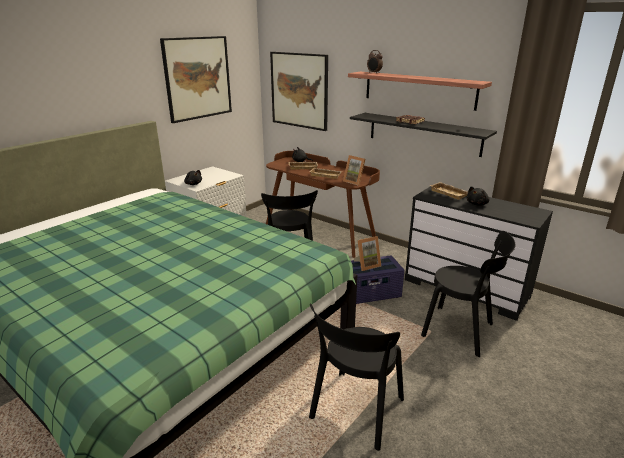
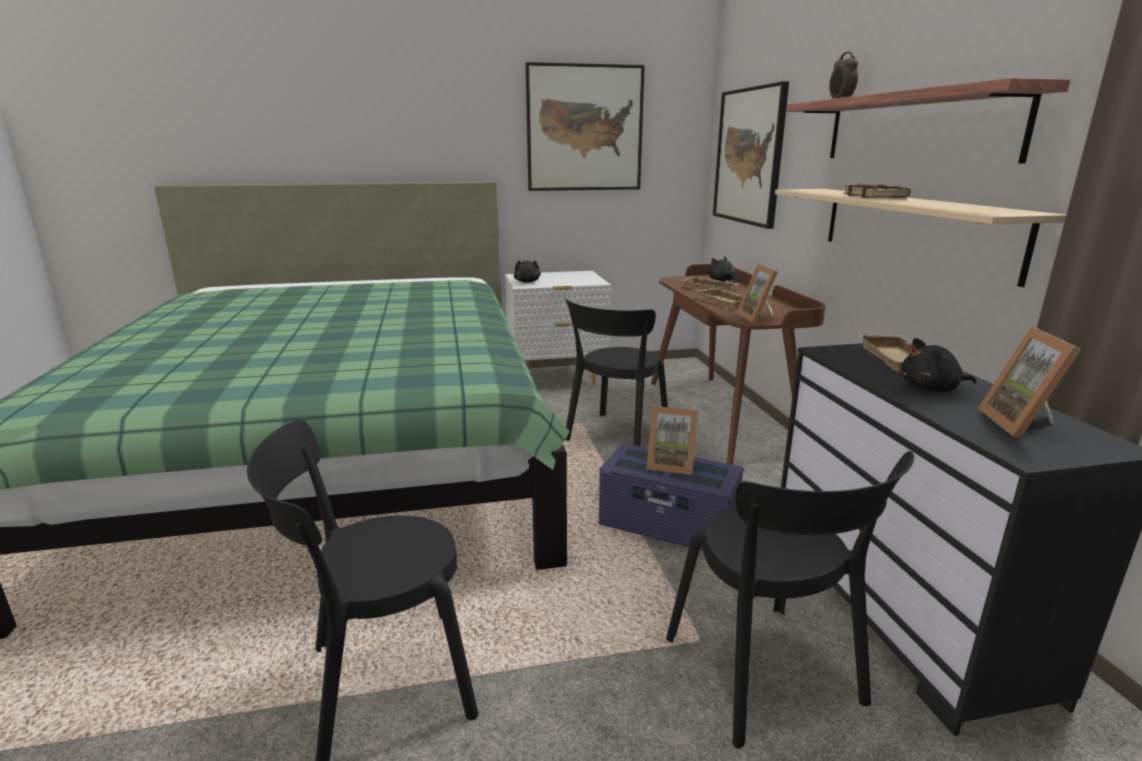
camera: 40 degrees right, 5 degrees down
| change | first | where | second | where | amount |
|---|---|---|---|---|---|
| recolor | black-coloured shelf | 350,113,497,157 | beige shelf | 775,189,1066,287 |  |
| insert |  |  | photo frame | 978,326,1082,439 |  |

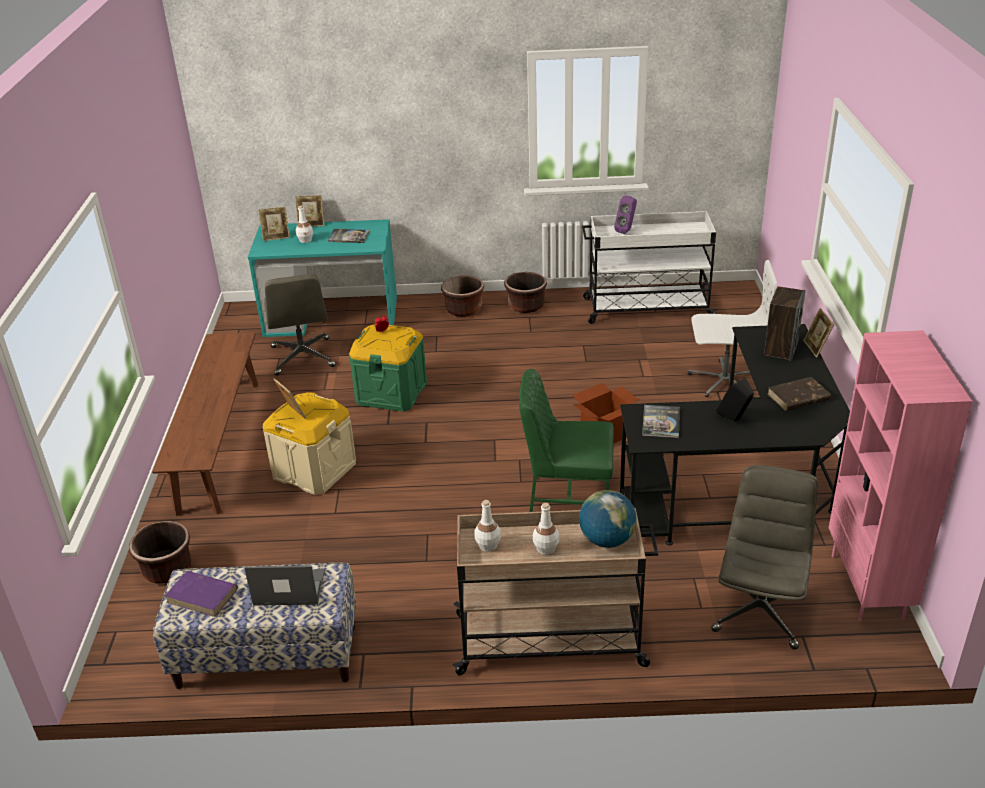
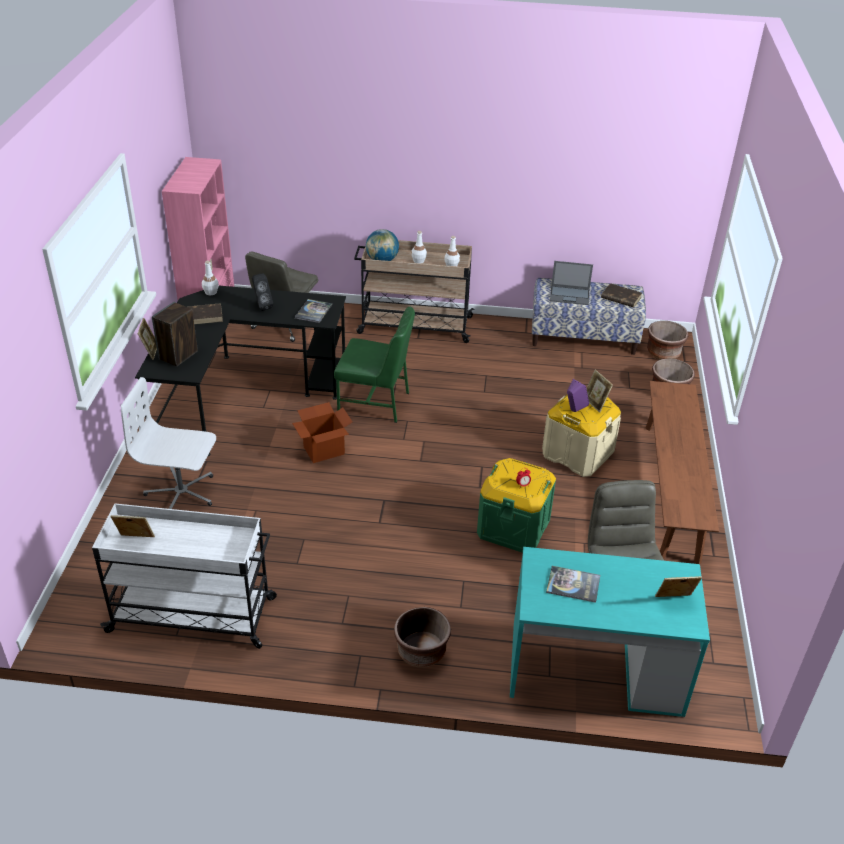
camera: 175 degrees left, 5 degrees up
| change | first | where | second | where | amount |
|---|---|---|---|---|---|
| recolor | purple-coloured book | 165,571,238,617 | brownish book | 601,283,642,308 |  |
| move | photo frame | 295,195,324,227 |  | 110,515,155,537 |  |
| move | white-coloured bottle | 296,206,313,243 |  | 202,261,219,295 |  |
| move | brownish plant pot | 504,272,547,313 |  | 647,321,688,360 |  |
| move | purple-coloured speaker | 614,195,637,234 |  | 567,379,589,412 |  |

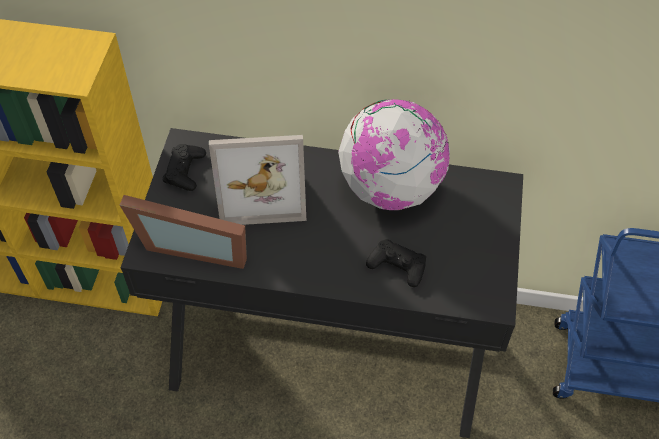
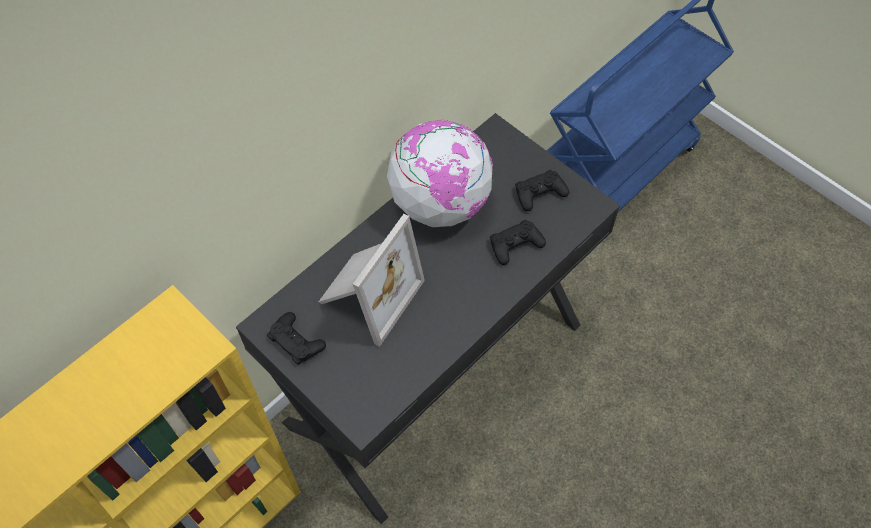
camera: 55 degrees left, 5 degrees up
| change | first | where | second | where | amount |
|---|---|---|---|---|---|
| delete | photo frame | 120,195,247,269 |  |  |  |
| insert |  |  | black-coloured joypad | 515,170,569,211 |  |

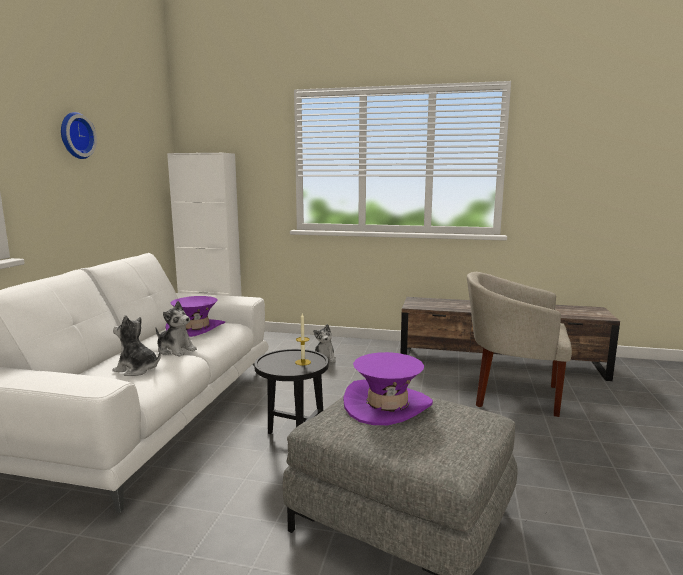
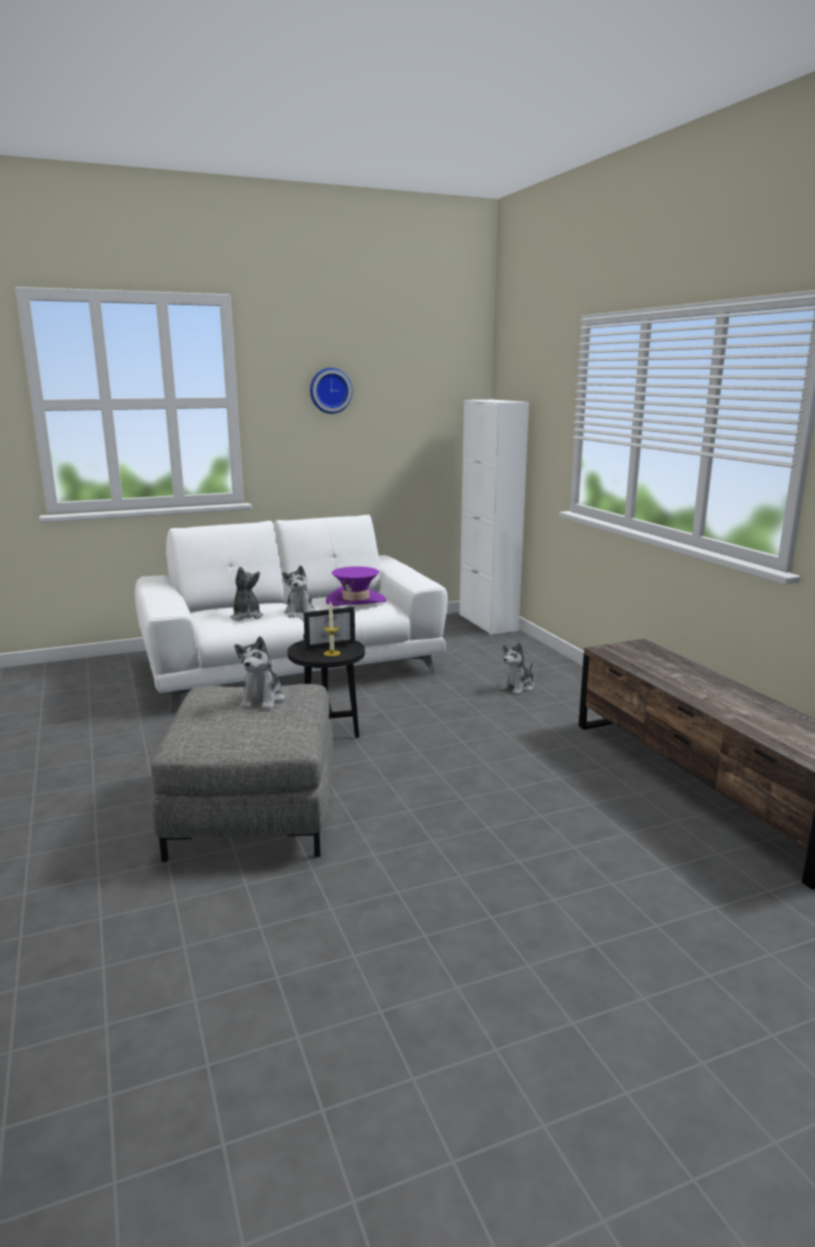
camera: 55 degrees right, 5 degrees up
| change | first | where | second | where | amount |
|---|---|---|---|---|---|
| replace | purple-coloured clothing hat | 343,352,433,425 | cuddly toy | 235,636,285,710 |  |
| delete | beige easy chair | 467,272,572,417 |  |  |  |
| insert |  |  | photo frame | 303,606,355,650 |  |

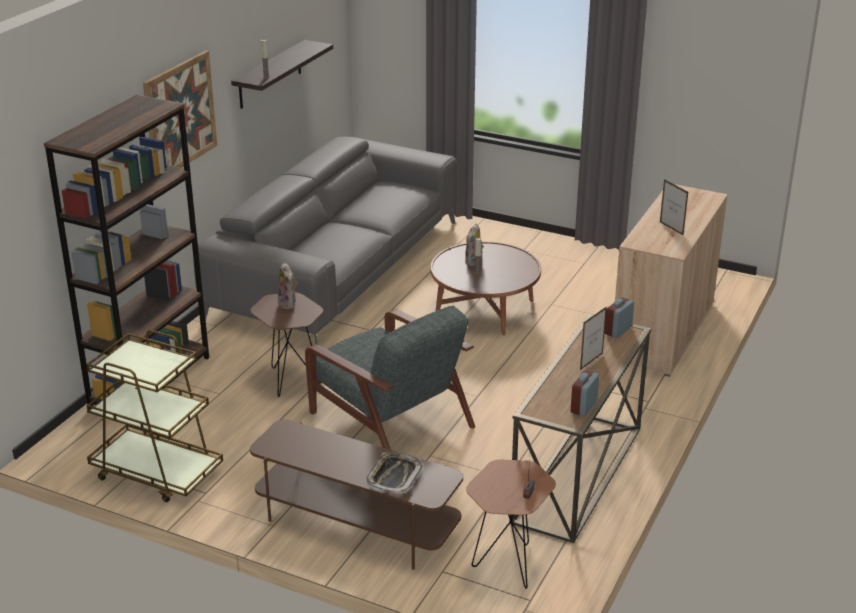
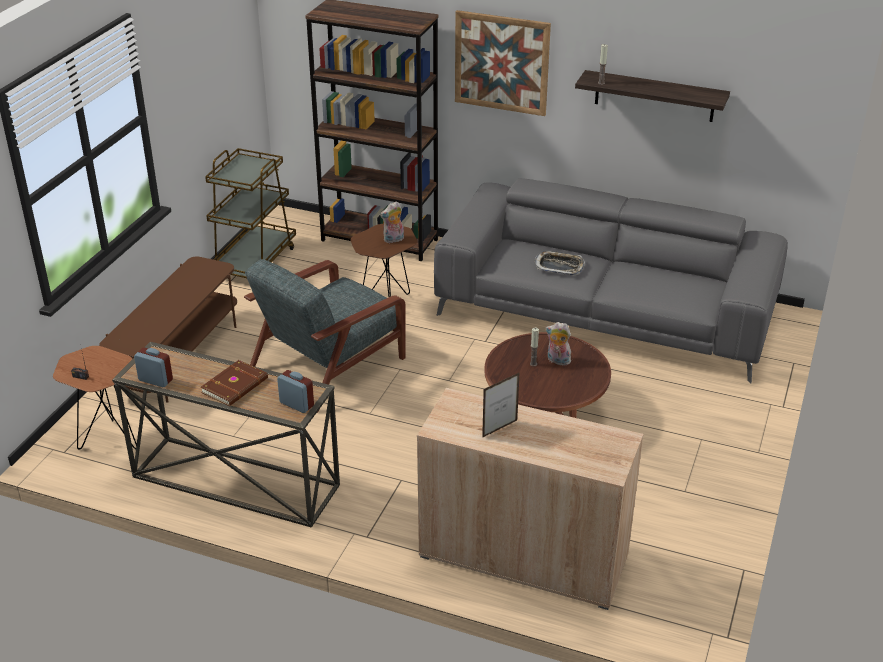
camera: 85 degrees right, 5 degrees up
| change | first | where | second | where | amount |
|---|---|---|---|---|---|
| move | tray | 366,452,422,493 |  | 534,251,585,275 |  |
| replace | photo frame | 580,306,607,370 | brownish book | 201,360,268,406 |  |

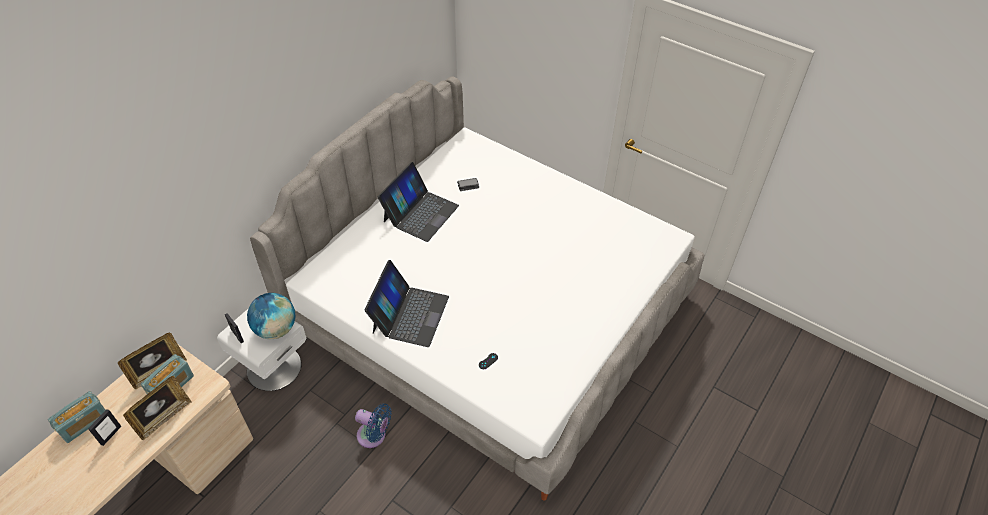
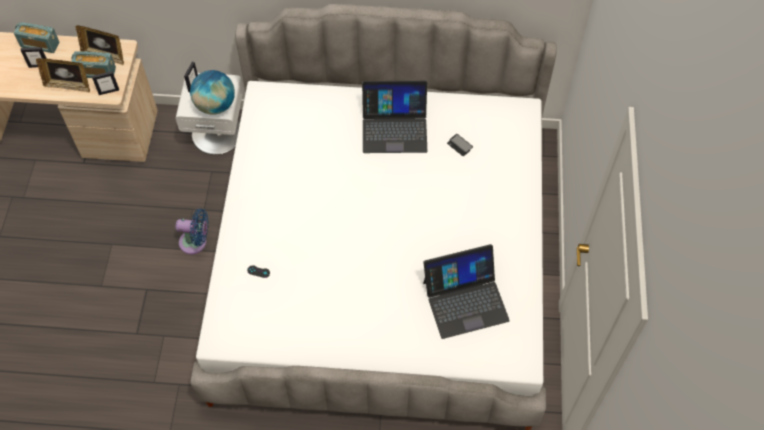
camera: 60 degrees right, 10 degrees up
| change | first | where | second | where | amount |
|---|---|---|---|---|---|
| rotate | blue-coloured electric fan | 355,403,391,448 |  | 176,208,209,254 | 75 degrees counterclockwise |
| move | portable computer | 365,260,449,347 |  | 423,244,510,339 |  |
| insert |  |  | photo frame | 92,71,119,95 |  |

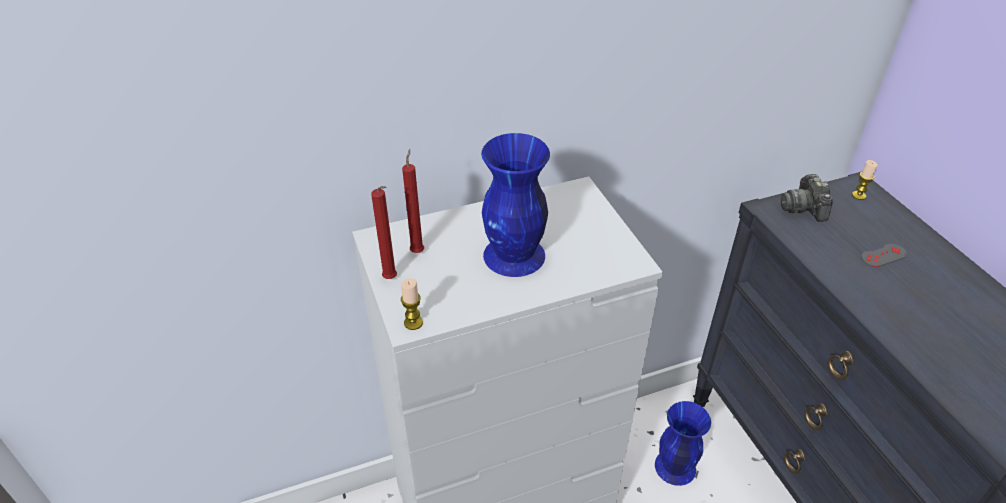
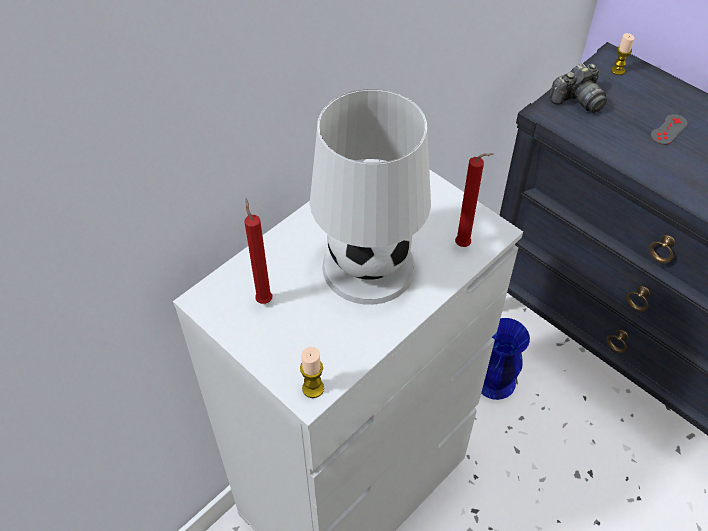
camera: 25 degrees left, 10 degrees up
| change | first | where | second | where | amount |
|---|---|---|---|---|---|
| move | red candle | 371,186,397,279 |  | 455,153,494,247 |  |
| replace | blue-coloured flower vase | 481,133,550,277 | white-coloured tabletop lamp | 310,89,431,305 |  |
| rotate | photo camera | 781,174,833,222 |  | 549,63,607,113 | 90 degrees counterclockwise |

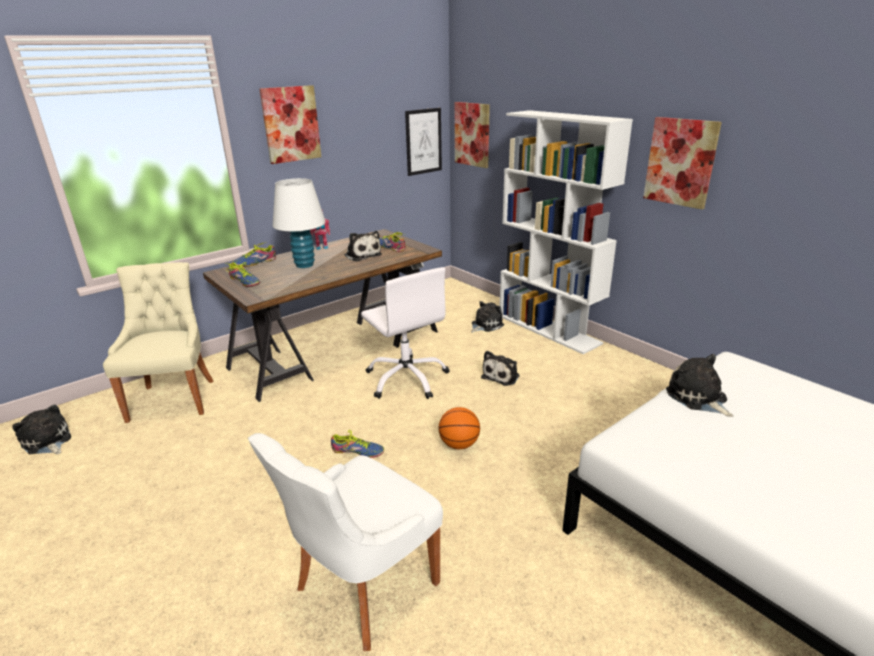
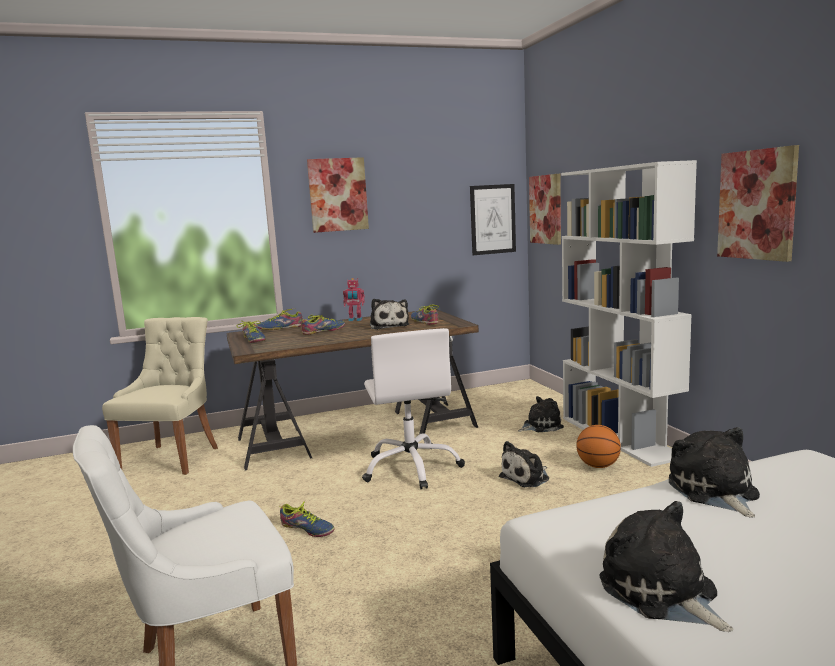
camera: 20 degrees right, 15 degrees down
| change | first | where | second | where | amount |
|---|---|---|---|---|---|
| move | cuddly toy | 12,404,71,454 |  | 599,501,734,632 |  |
| replace | white-coloured tabletop lamp | 273,178,326,268 | low shoe | 301,315,345,335 |  |
| move | basketball | 439,407,480,449 |  | 576,425,621,468 |  |

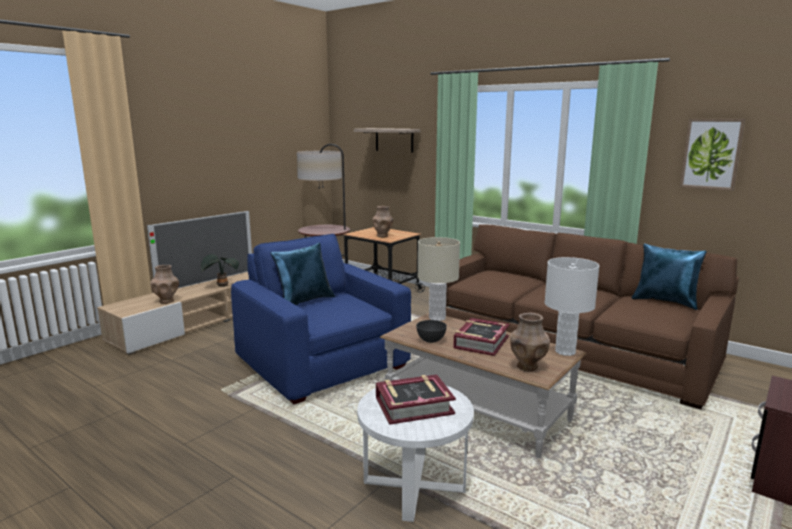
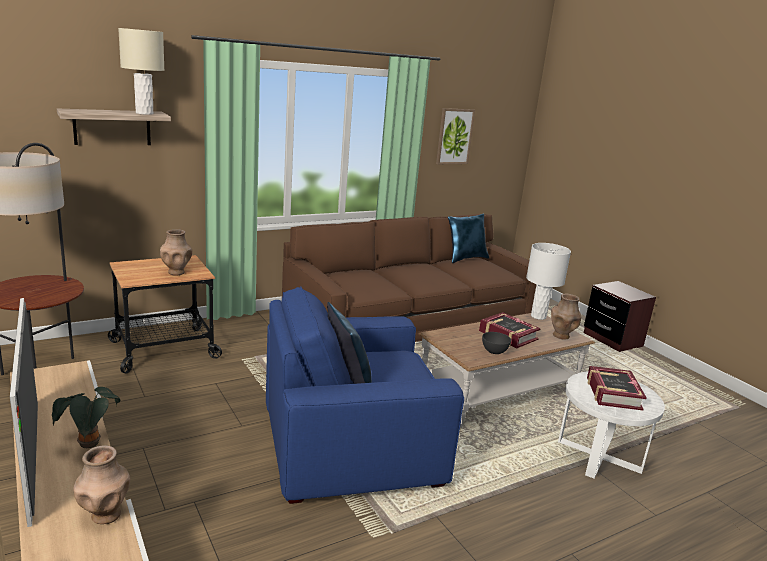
camera: 70 degrees left, 5 degrees up
| change | first | where | second | where | amount |
|---|---|---|---|---|---|
| move | beige tabletop lamp | 418,237,460,321 |  | 118,28,164,115 |  |

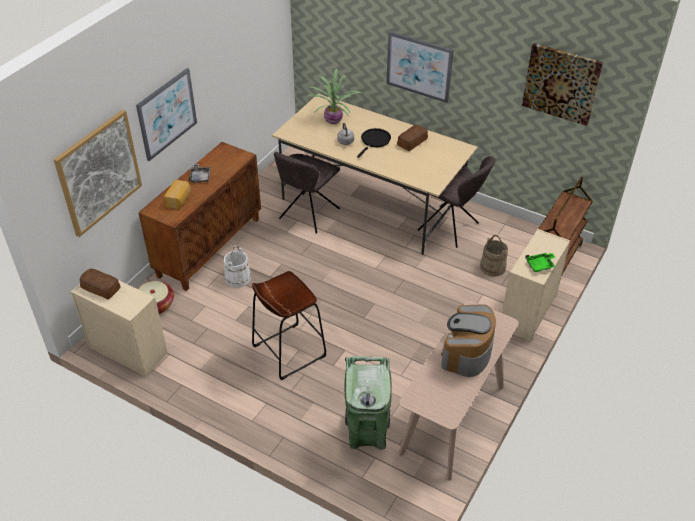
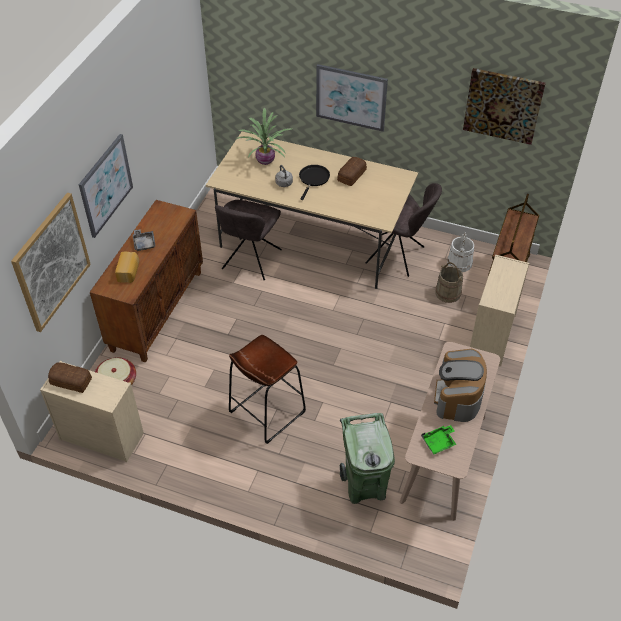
camera: 10 degrees left, 5 degrees up
| change | first | where | second | where | amount |
|---|---|---|---|---|---|
| move | white-coloured bucket | 224,245,251,288 |  | 447,232,474,272 |  |
| move | green tray | 525,253,555,272 |  | 421,425,457,455 |  |

